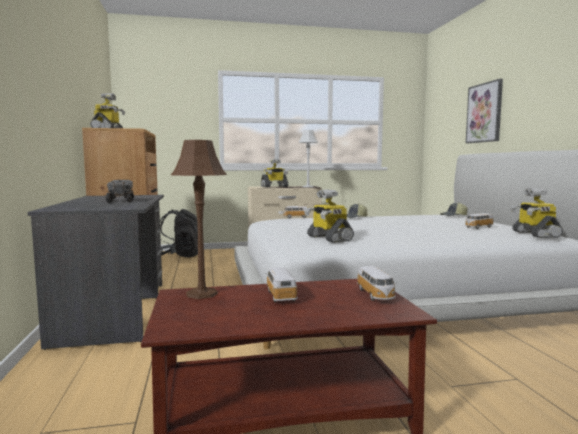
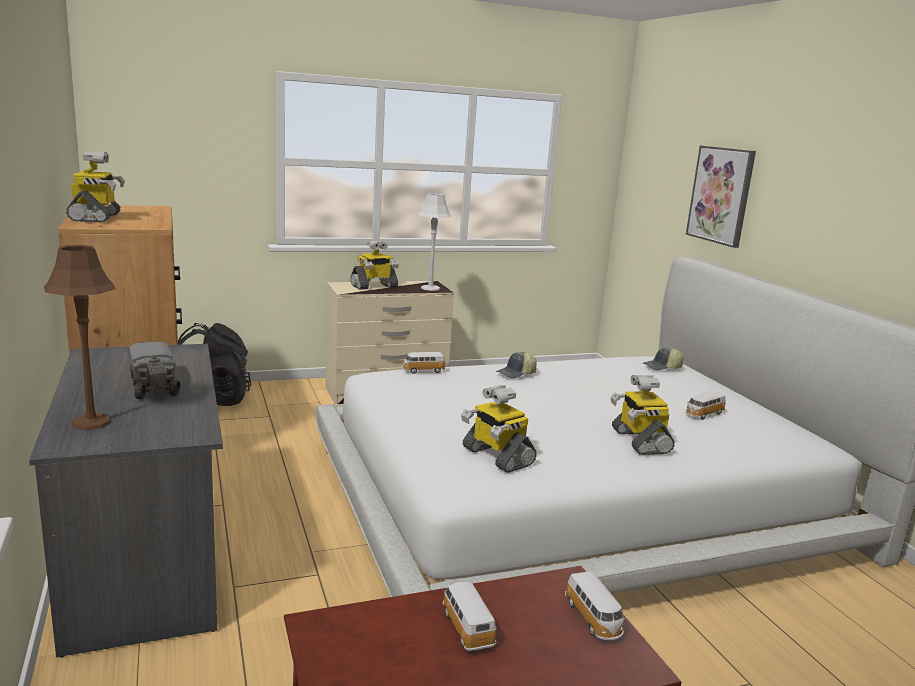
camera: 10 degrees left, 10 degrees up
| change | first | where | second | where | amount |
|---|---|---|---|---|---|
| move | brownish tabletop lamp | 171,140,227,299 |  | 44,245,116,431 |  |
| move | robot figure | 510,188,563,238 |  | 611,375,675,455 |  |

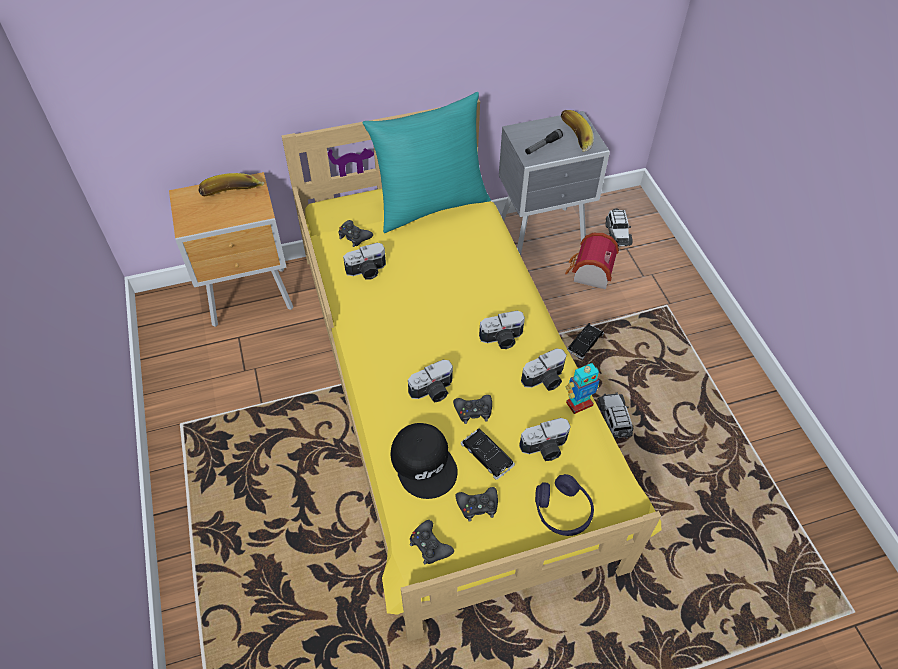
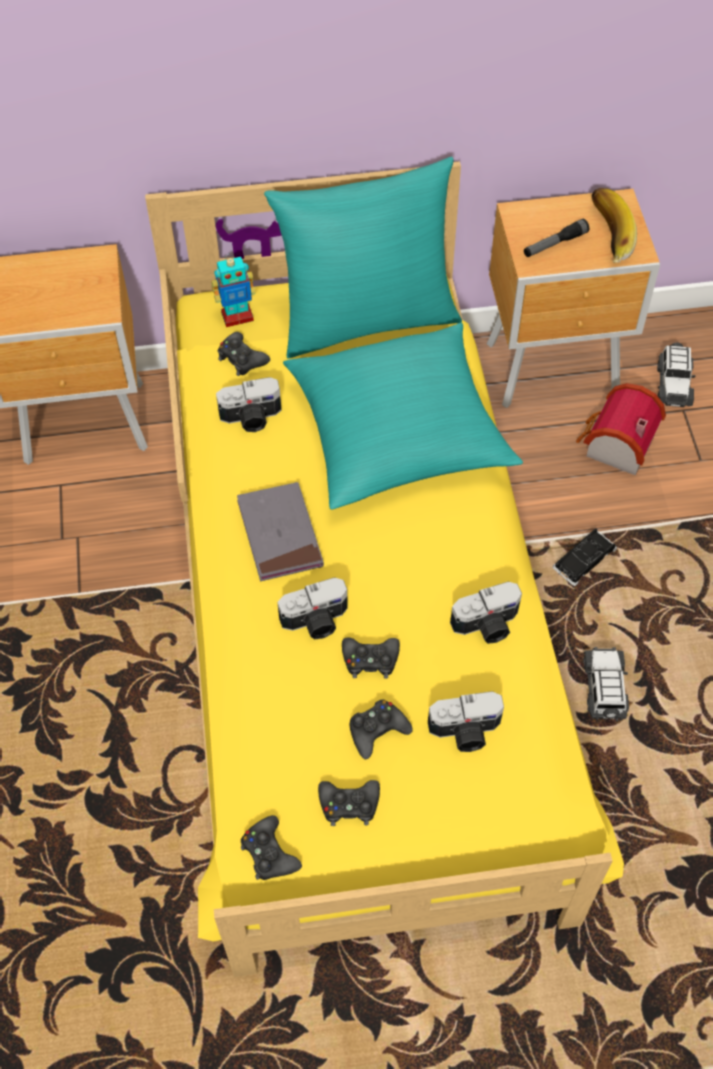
camera: 10 degrees right, 5 degrees up
| change | first | where | second | where | amount |
|---|---|---|---|---|---|
| delete | banana fruit | 199,173,264,196 |  |  |  |
| delete | black-coloured baseball cap | 391,423,458,499 |  |  |  |
| replace | black-coloured model car | 461,428,515,480 | black-coloured joypad | 349,700,413,759 |  |
| delete | photo camera | 479,311,525,349 |  |  |  |
| recolor | gray night table | 499,111,610,256 | brownish night table | 487,189,660,408 |  |
| delete | purple-coloured headset | 535,474,594,536 |  |  |  |
| move | robot figure | 566,363,599,414 |  | 211,254,256,327 |  |
| insert |  |  | gray book | 237,482,324,581 |  |
| insert |  |  | turquoise-coloured cushion | 283,323,523,510 |  |

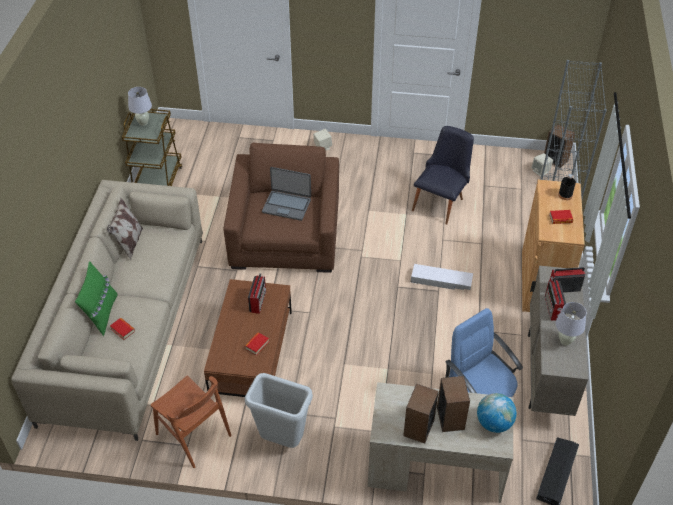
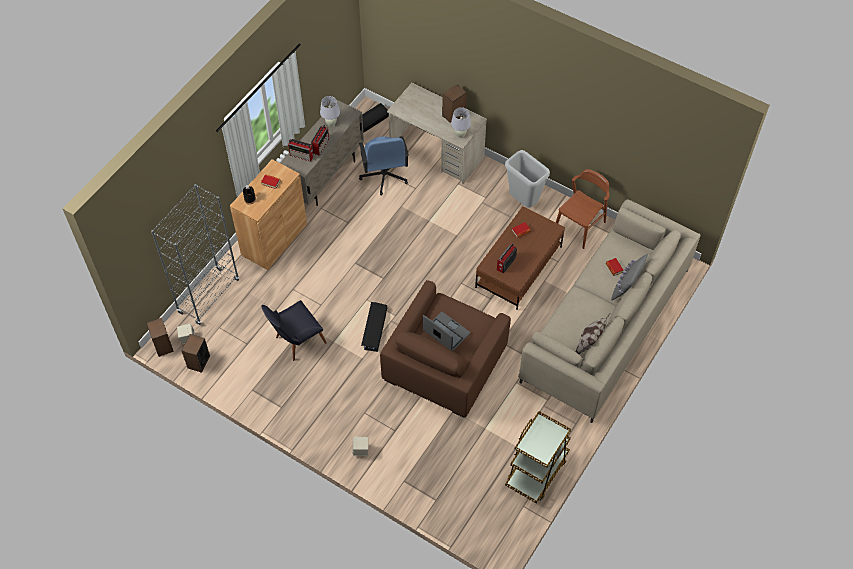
camera: 155 degrees left, 10 degrees up
| change | first | where | second | where | amount |
|---|---|---|---|---|---|
| recolor | green cushion | 75,261,118,336 | gray cushion | 611,254,648,301 |  |
| move | white-coloured tabletop lamp | 128,87,152,126 |  | 451,107,471,138 |  |
| rotate | brownish upright chair | 151,376,231,468 |  | 556,169,609,249 | 60 degrees clockwise |
| delete | white-coloured storage container | 411,264,473,290 |  |  |  |
| move | speaker | 437,376,470,432 |  | 182,334,210,373 |  |
| delete | globe | 477,393,517,433 |  |  |  |
| insert |  |  | black-coloured storage container | 361,302,387,352 |  |

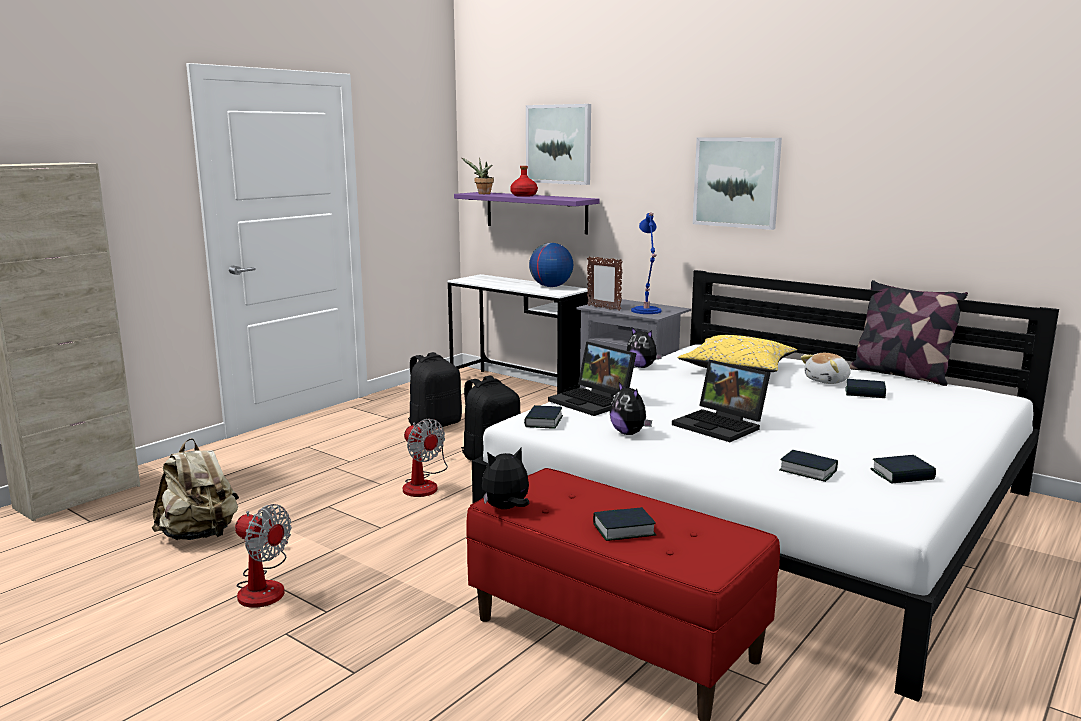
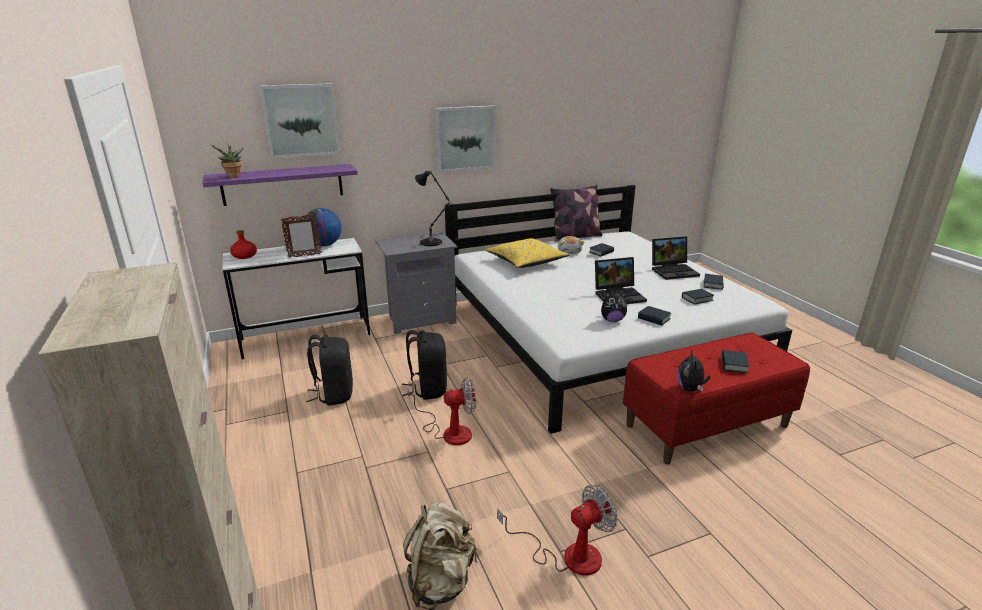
camera: 60 degrees left, 10 degrees up
| change | first | where | second | where | amount |
|---|---|---|---|---|---|
| move | red bottle | 510,166,538,197 |  | 230,230,257,259 |  |
| move | book | 524,405,563,429 |  | 638,306,671,326 |  |
| move | portable computer | 548,342,637,416 |  | 652,236,700,280 |  |
| move | photo frame | 587,256,623,311 |  | 281,214,322,258 |  |
| delete | cuddly toy | 627,327,662,368 |  |  |  |
| recolor | blue-coloured tabletop lamp | 631,212,662,314 | black-coloured tabletop lamp | 415,170,452,246 |  |

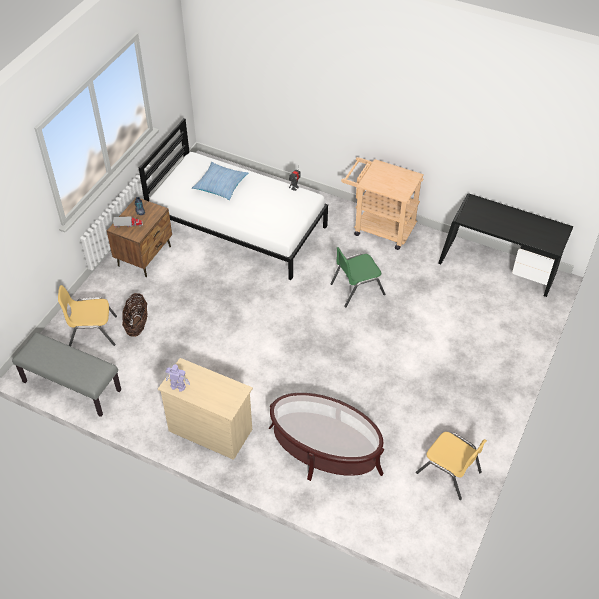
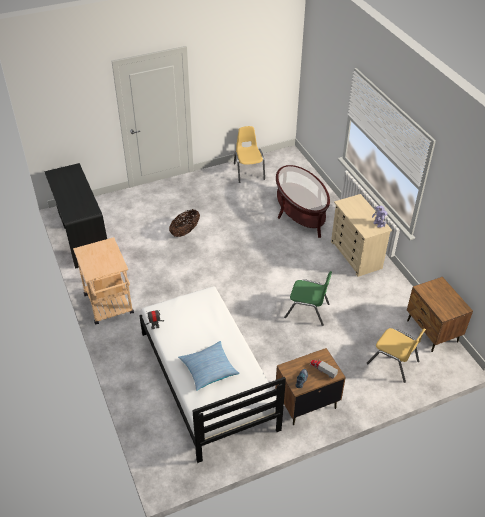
camera: 140 degrees left, 5 degrees down
| change | first | where | second | where | amount |
|---|---|---|---|---|---|
| replace | gray long seat | 12,332,121,417 | brownish night table | 407,277,473,352 |  |
| move | household basket | 122,293,147,337 |  | 169,209,200,237 |  |
| move | green upright chair | 331,247,385,307 |  | 284,271,332,326 |  |

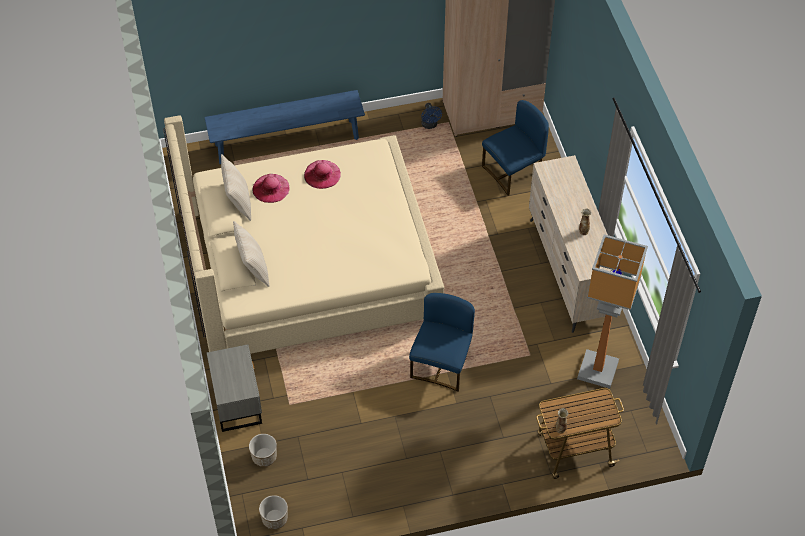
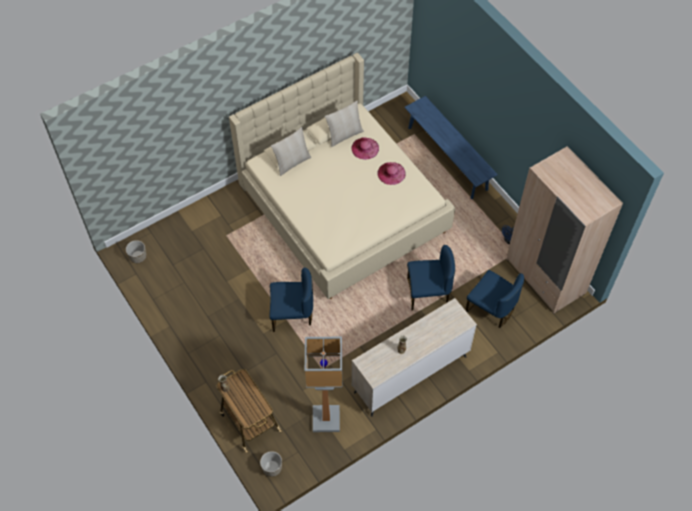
camera: 70 degrees right, 5 degrees up
| change | first | where | second | where | amount |
|---|---|---|---|---|---|
| delete | gray night table | 207,344,262,432 |  |  |  |
| move | plant pot | 249,434,277,467 |  | 260,451,282,477 |  |
| insert |  |  | blue-coloured upright chair | 407,245,455,310 |  |

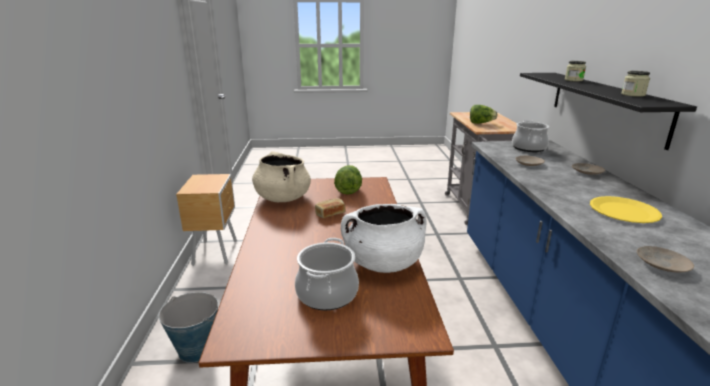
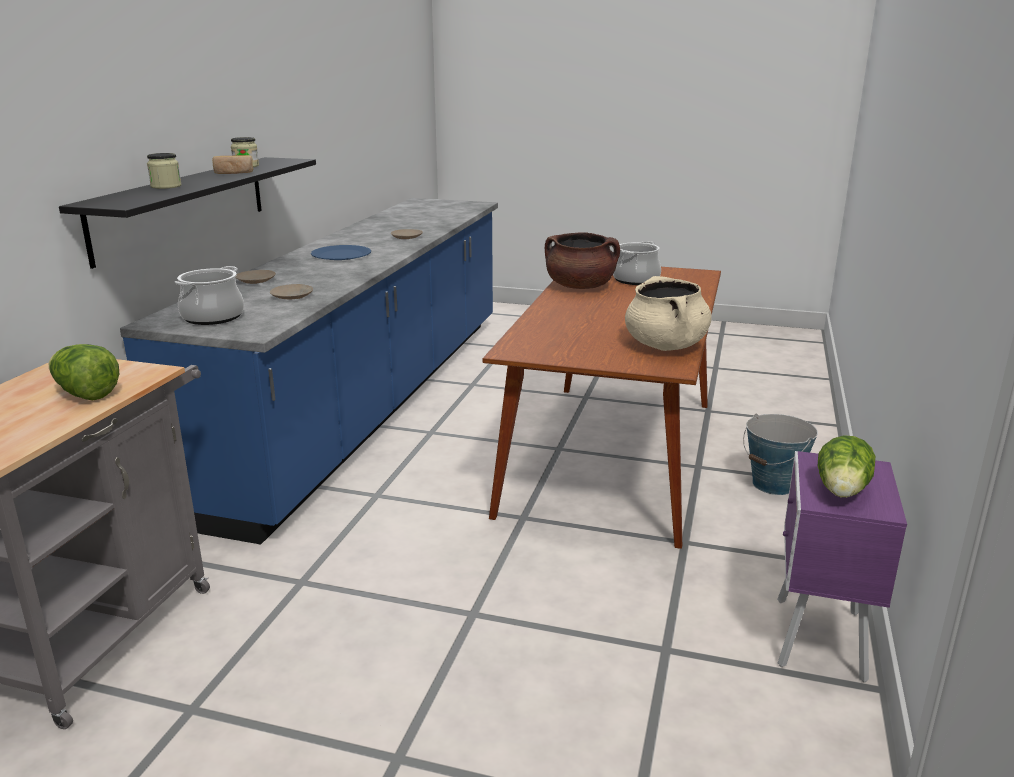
camera: 160 degrees left, 0 degrees up
| change | first | where | second | where | amount |
|---|---|---|---|---|---|
| recolor | brownish night table | 176,174,237,266 | purple-coloured night table | 777,451,907,683 |  |
| move | bread | 315,198,346,218 |  | 212,155,253,174 |  |
| move | lettuce head | 334,165,362,195 |  | 818,435,875,498 |  |
| recolor | white-coloured cooking pot | 341,204,427,273 | brownish cooking pot | 545,232,620,289 |  |
| recolor | yellow-coloured dinner plate | 590,196,662,223 | blue-coloured dinner plate | 311,245,371,260 |  |

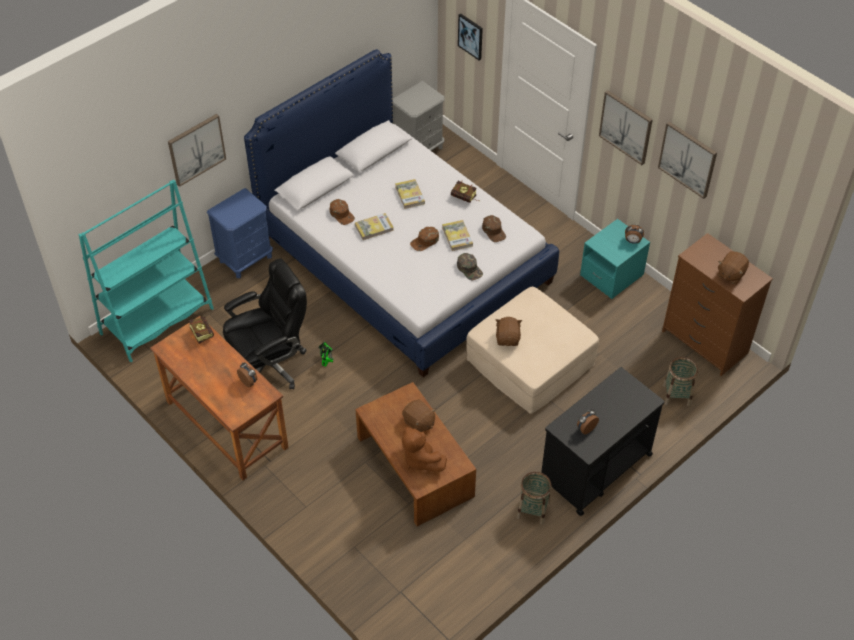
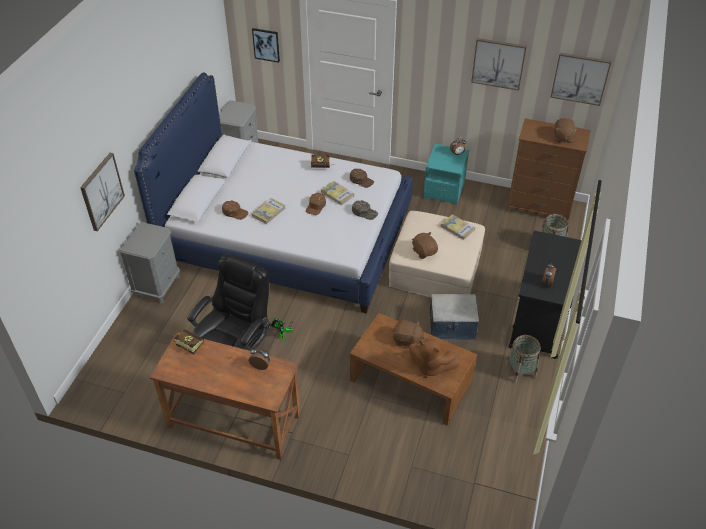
camera: 30 degrees left, 5 degrees down
| change | first | where | second | where | amount |
|---|---|---|---|---|---|
| delete | turquoise-coloured bookcase | 79,180,214,362 |  |  |  |
| recolor | blue-coloured night table | 207,188,273,278 | gray night table | 120,222,180,304 |  |
| move | book | 395,179,425,209 |  | 440,214,475,240 |  |
| move | picture | 599,90,653,165 |  | 550,53,611,106 |  |
| insert |  |  | storage container | 430,294,479,341 |  |

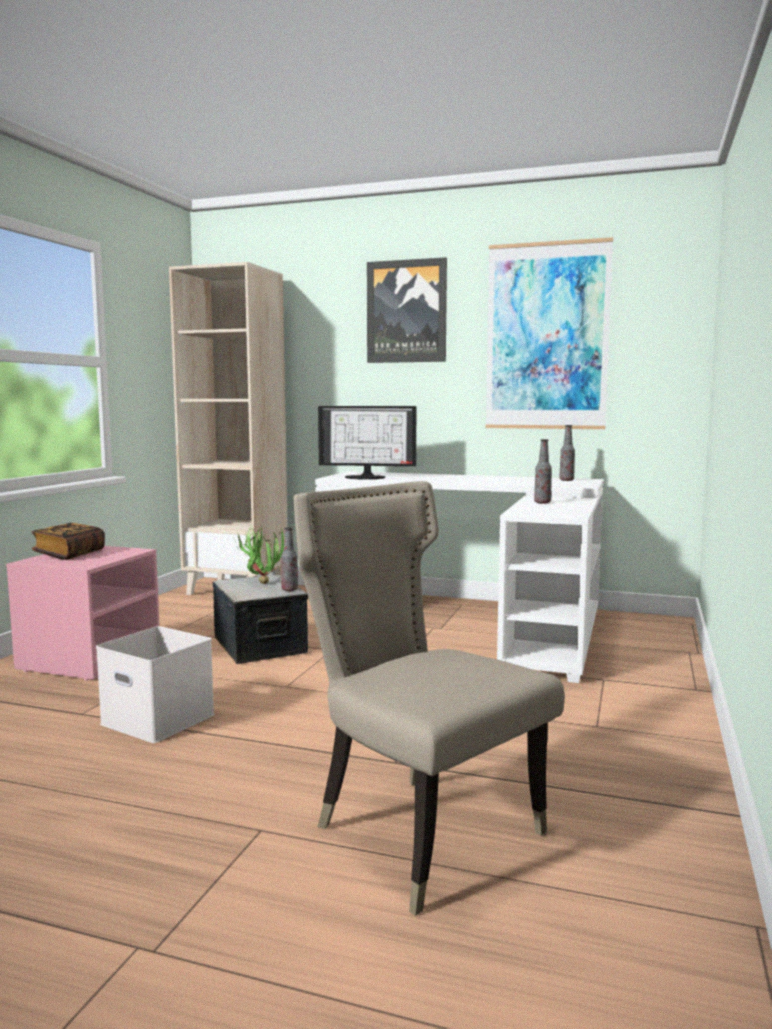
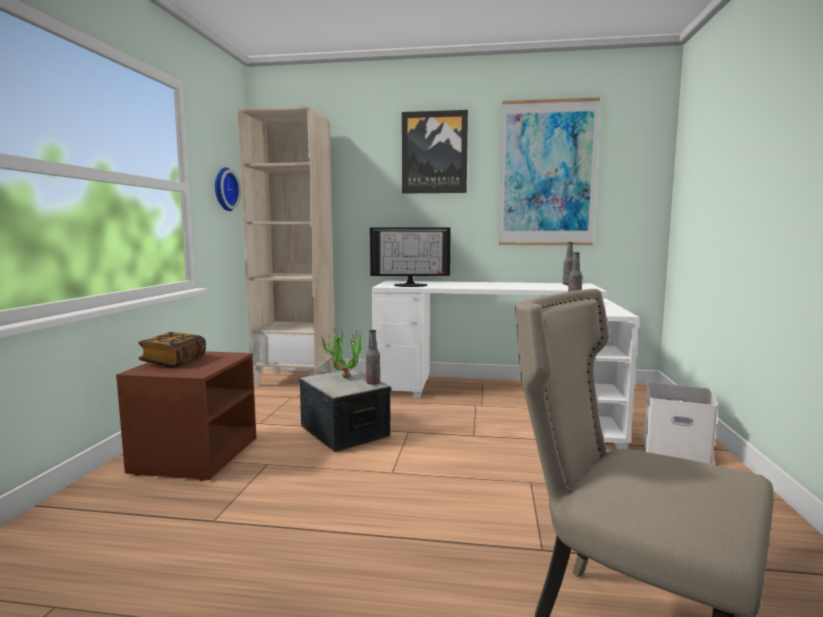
camera: 10 degrees left, 0 degrees up
| change | first | where | second | where | amount |
|---|---|---|---|---|---|
| recolor | pinkish night table | 6,546,160,681 | brownish night table | 116,351,256,481 |  |
| move | white-coloured storage container | 96,626,215,743 |  | 643,382,718,465 |  |
| insert |  |  | clock on the wall | 215,167,241,211 |  |

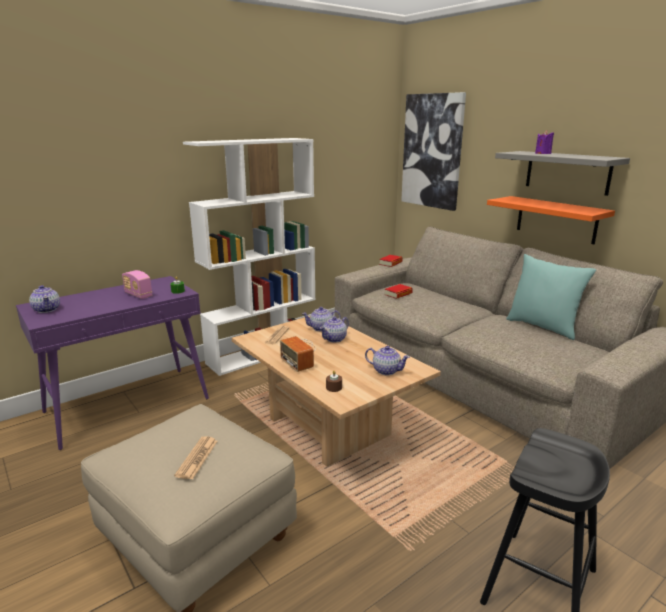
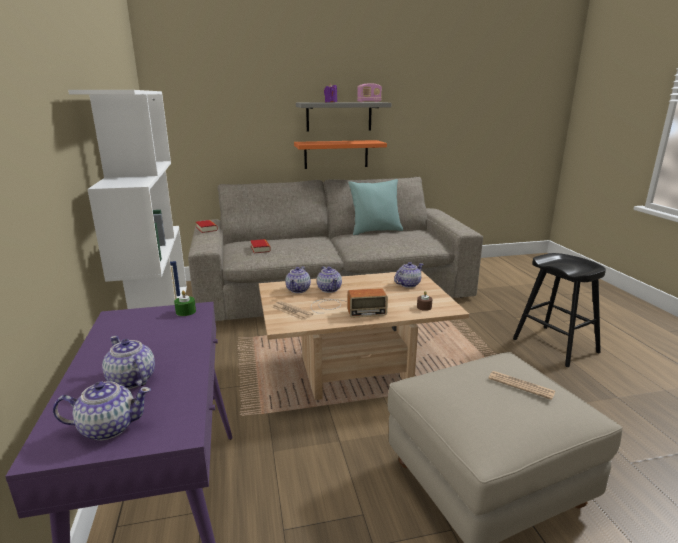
camera: 65 degrees left, 0 degrees up
| change | first | where | second | where | amount |
|---|---|---|---|---|---|
| move | radio set | 122,270,152,299 |  | 357,83,382,102 |  |
| delete | picture | 401,92,466,211 |  |  |  |
| insert |  |  | pot for tea | 102,336,155,389 |  |

